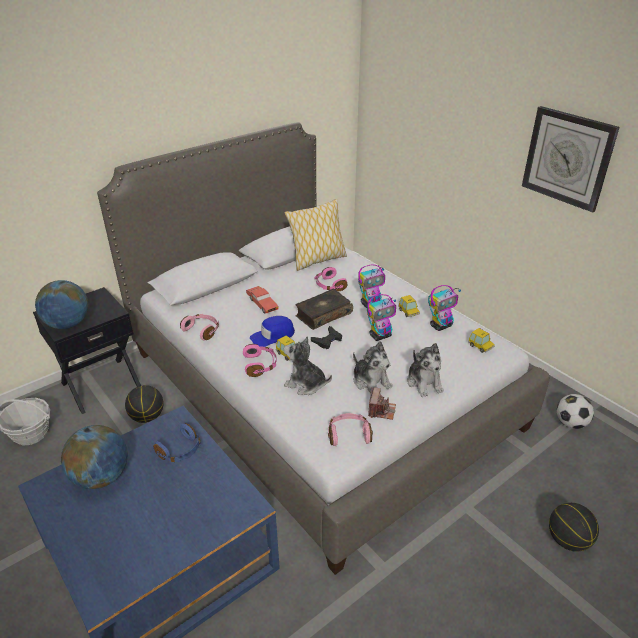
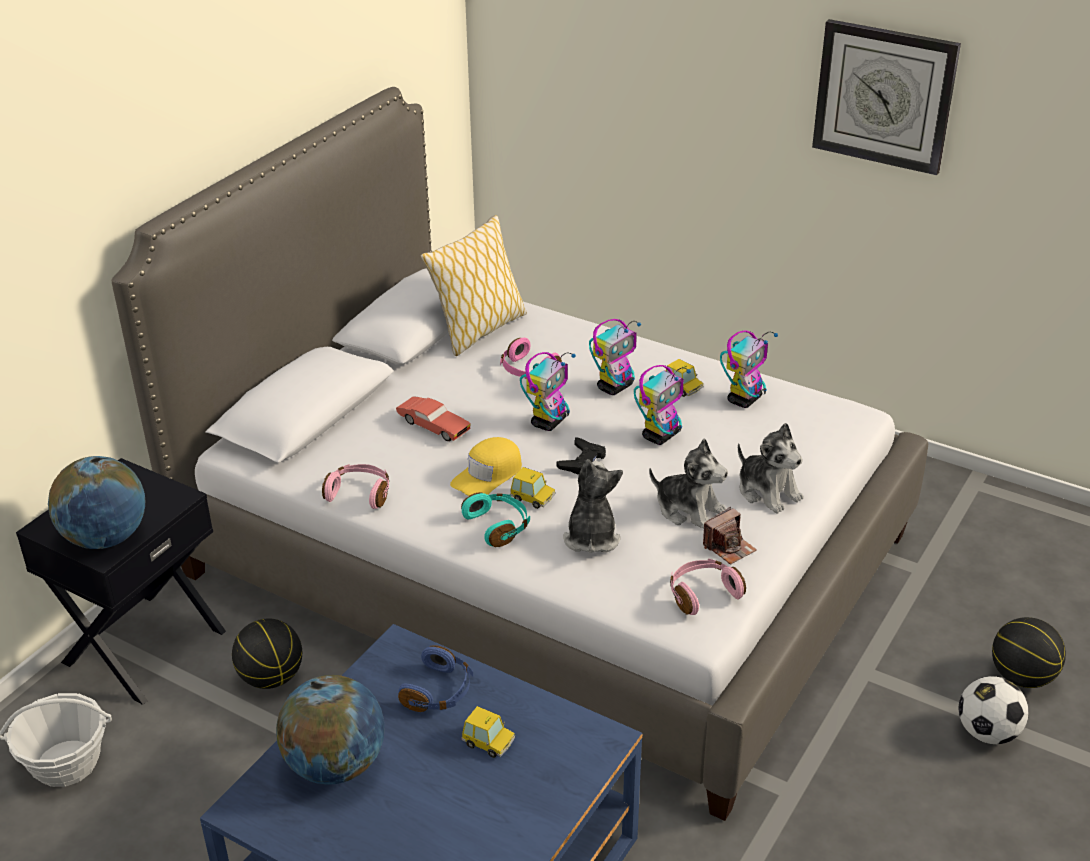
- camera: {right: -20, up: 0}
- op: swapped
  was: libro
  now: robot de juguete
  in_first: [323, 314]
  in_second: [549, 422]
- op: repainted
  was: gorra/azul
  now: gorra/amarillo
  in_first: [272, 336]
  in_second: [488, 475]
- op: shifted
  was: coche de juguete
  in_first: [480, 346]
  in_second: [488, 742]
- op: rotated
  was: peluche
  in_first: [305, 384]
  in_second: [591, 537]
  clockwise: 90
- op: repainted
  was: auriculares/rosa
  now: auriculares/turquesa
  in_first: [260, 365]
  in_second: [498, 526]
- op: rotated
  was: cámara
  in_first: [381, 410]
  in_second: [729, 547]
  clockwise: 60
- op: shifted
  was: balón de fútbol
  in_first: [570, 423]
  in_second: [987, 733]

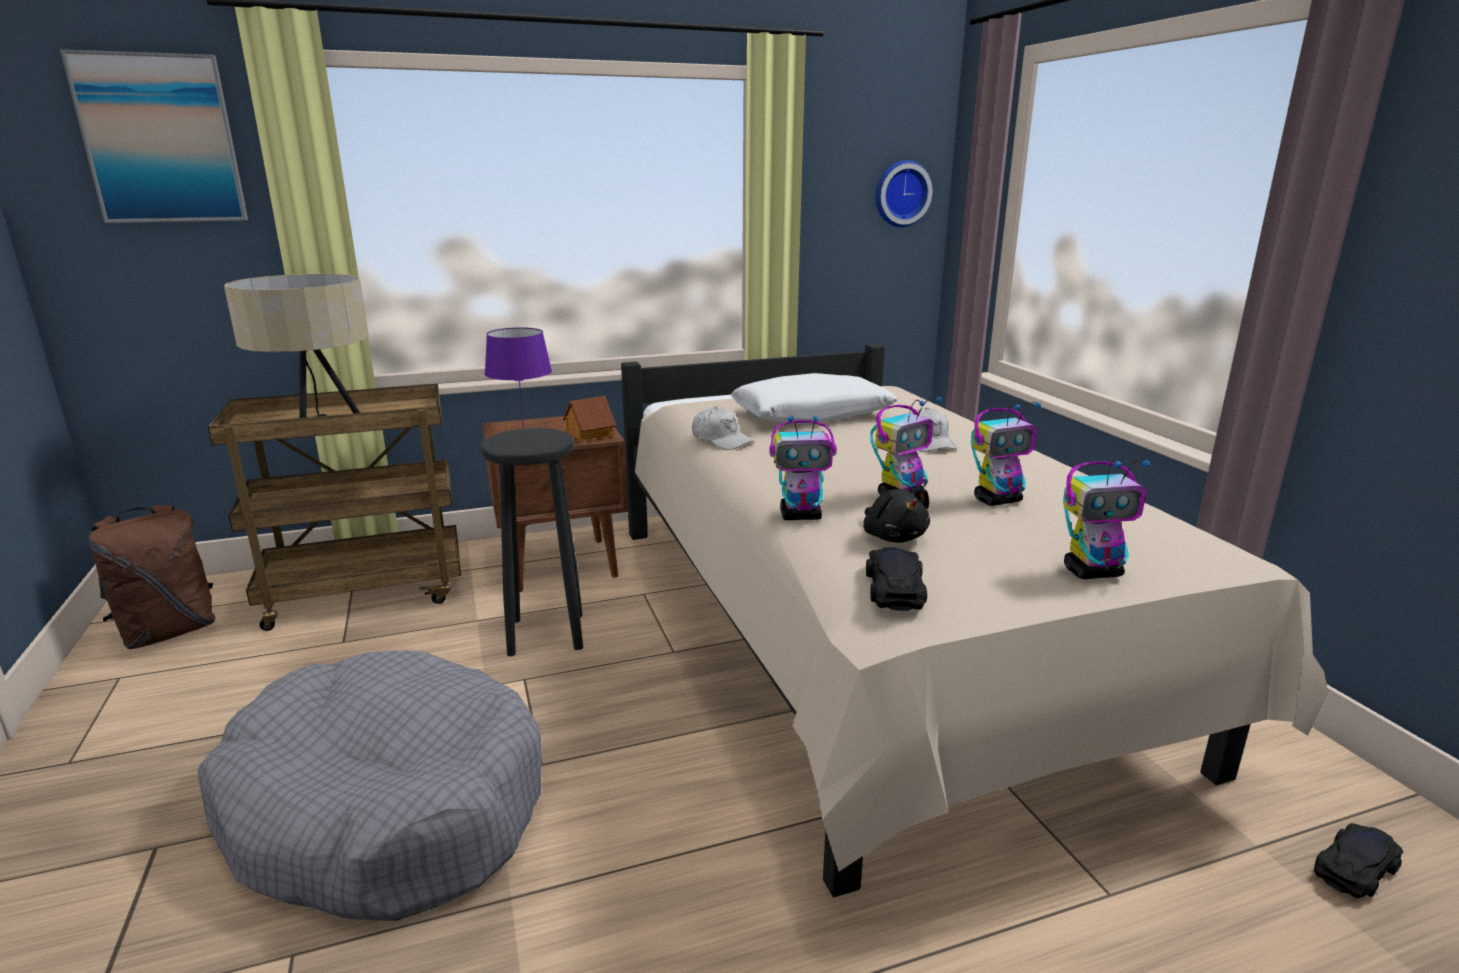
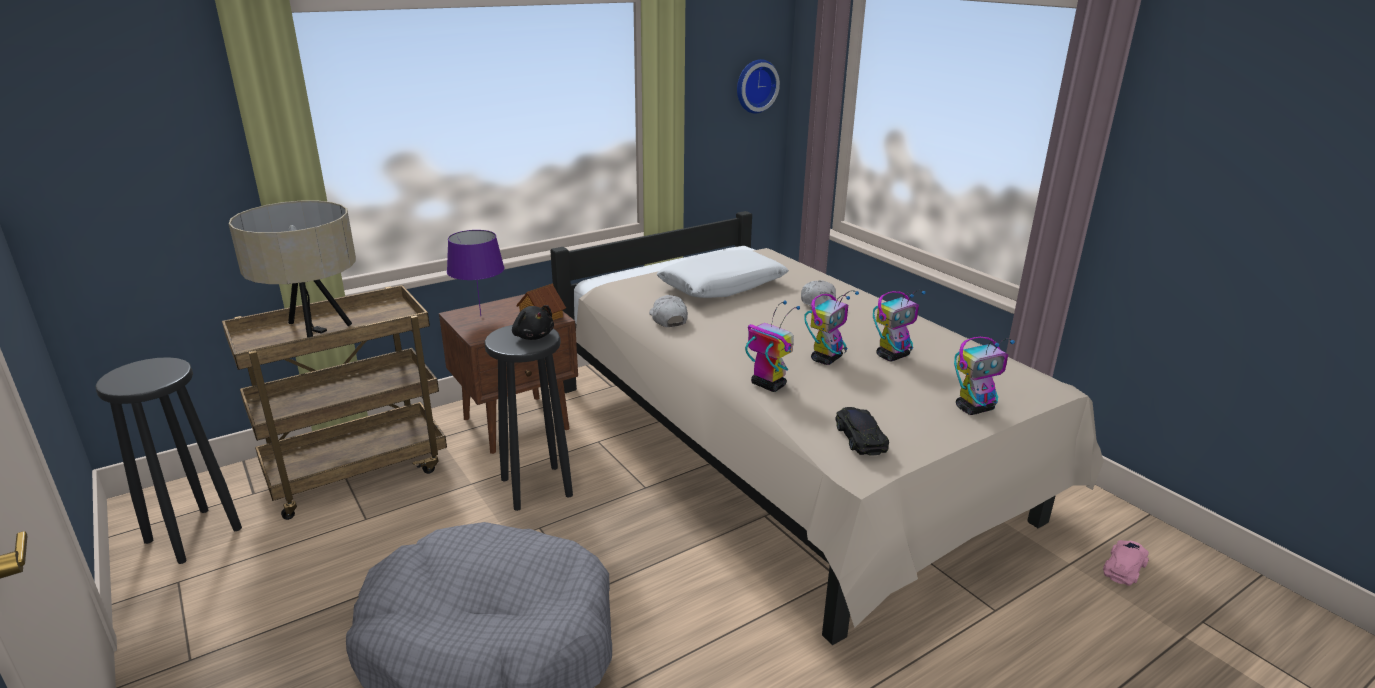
- camera: {right: -15, up: 5}
- op: gone
  was: cuadro
  in_first: [161, 139]
- op: rotated
  was: gorra/blanco
  in_first: [721, 440]
  in_second: [668, 318]
  clockwise: -135
- op: rotated
  was: robot de juguete
  in_first: [801, 516]
  in_second: [767, 385]
  clockwise: -120
- op: shifted
  was: peluche/negro
  in_first: [893, 537]
  in_second: [533, 336]
- op: swapped
  was: mochila/marrón
  now: taburete/negro
  in_first: [169, 632]
  in_second: [195, 534]
- op: repainted
  was: coche de juguete/negro
  now: coche de juguete/rosa
  in_first: [1356, 867]
  in_second: [1124, 566]

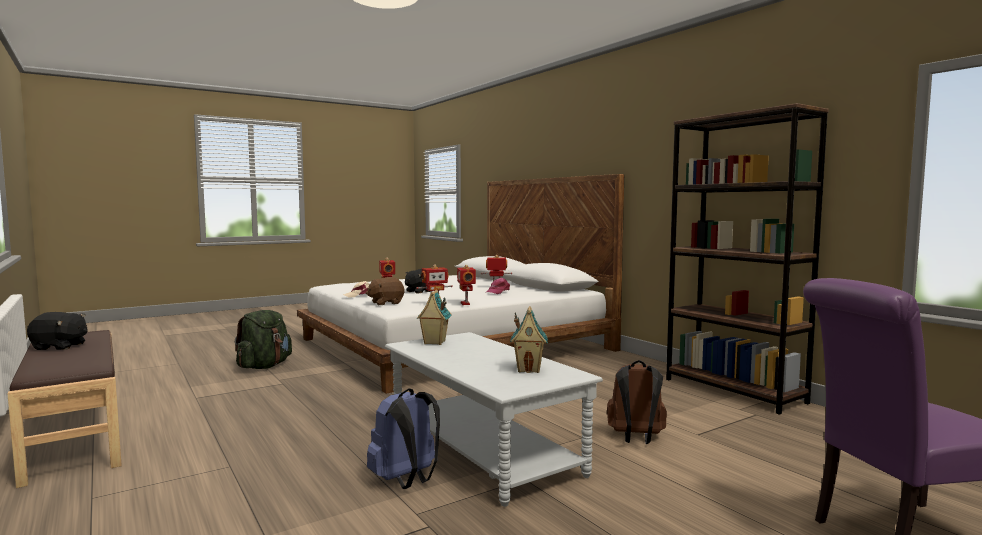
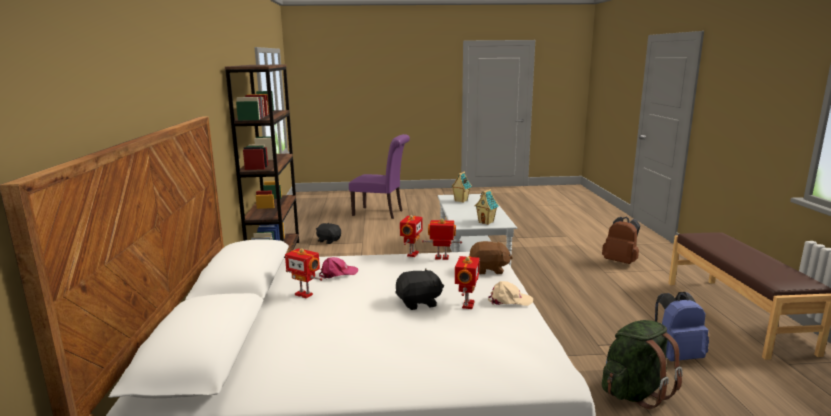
- camera: {right: -150, up: 10}
- op: shifted
  was: peluche/negro
  in_first: [59, 346]
  in_second: [329, 241]
- op: shifted
  was: mochila/marrón
  in_first: [636, 438]
  in_second: [620, 262]
- op: shifted
  was: mochila/azul
  in_first: [406, 480]
  in_second: [675, 356]

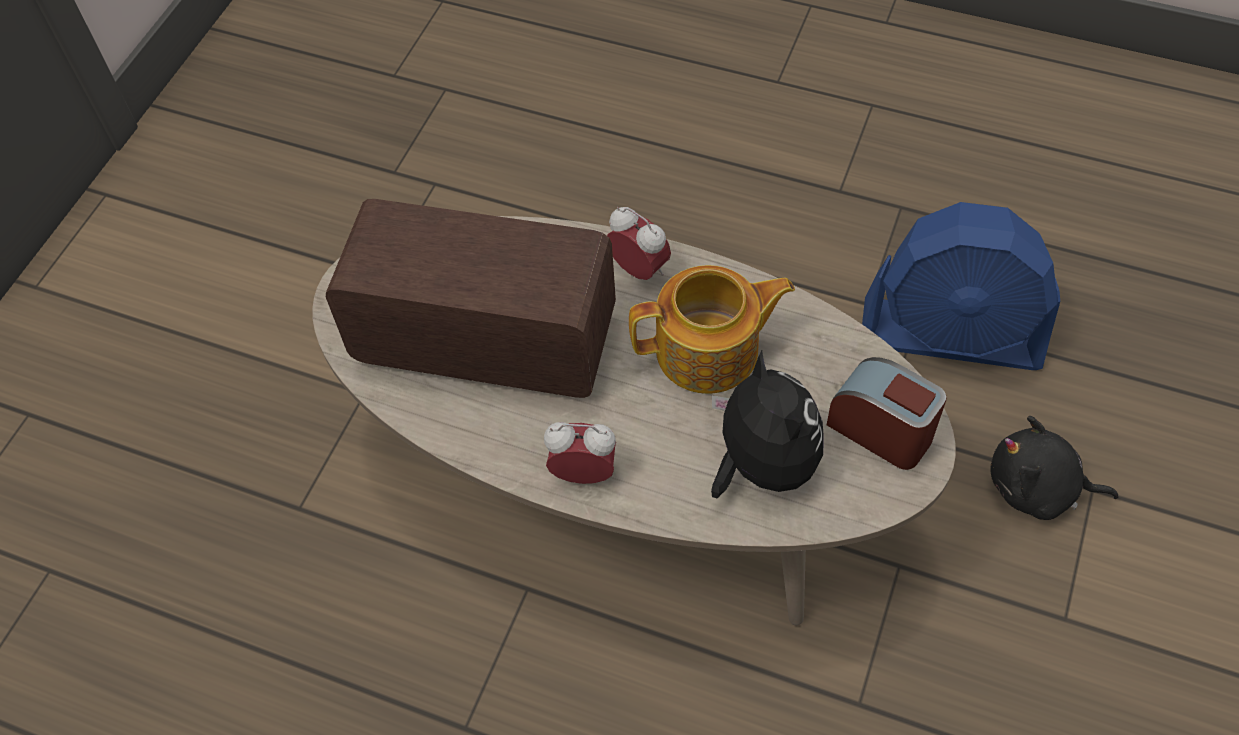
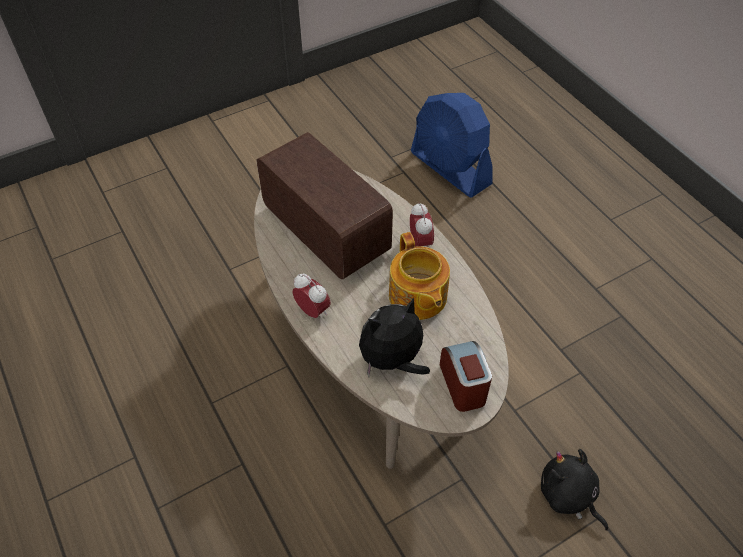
- camera: {right: 35, up: -5}
- op: shifted
  was: ventilador/azul
  in_first: [951, 335]
  in_second: [450, 168]
- op: rotated
  was: tetera
  in_first: [710, 351]
  in_second: [417, 297]
  clockwise: 45
- op: rotated
  was: peluche
  in_first: [761, 464]
  in_second: [392, 361]
  clockwise: -135

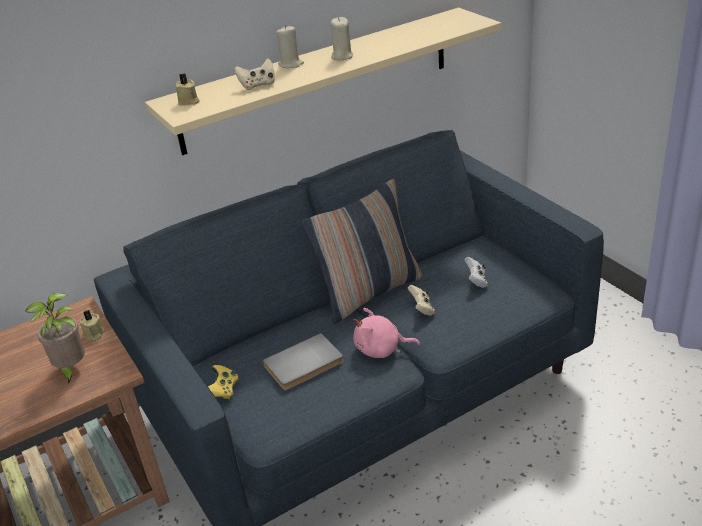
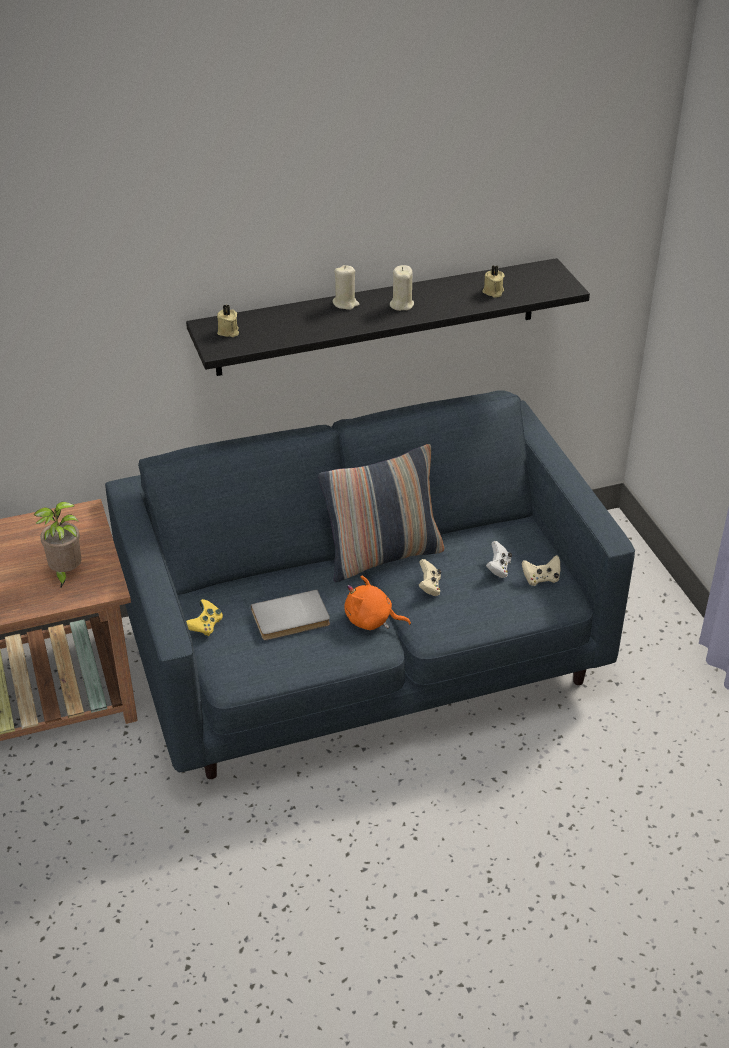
- camera: {right: 10, up: 5}
- op: repainted
  was: estante/beis
  now: estante/negro
  in_first: [318, 79]
  in_second: [378, 317]
- op: shifted
  was: mando de consola/beis
  in_first: [257, 85]
  in_second: [541, 579]
- op: repainted
  was: peluche/rosa
  now: peluche/naranja
  in_first: [381, 349]
  in_second: [372, 620]
- op: shifted
  was: vela/beis
  in_first: [94, 334]
  in_second: [493, 292]

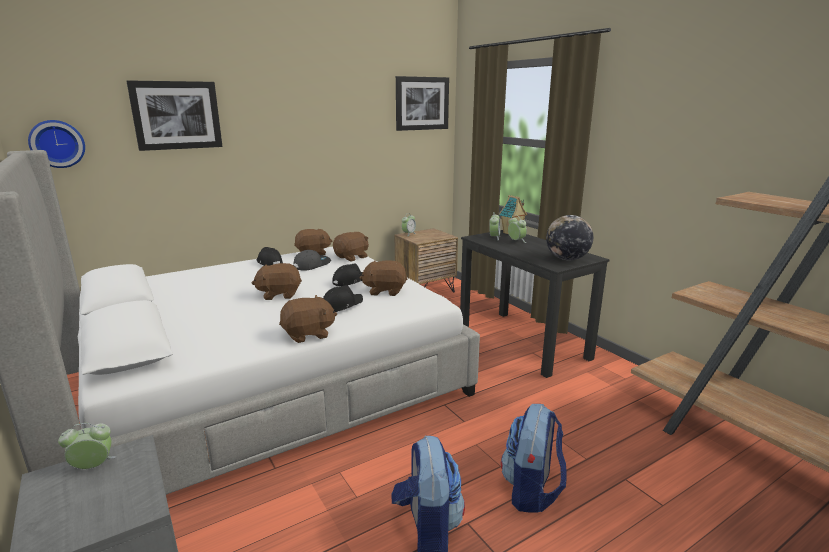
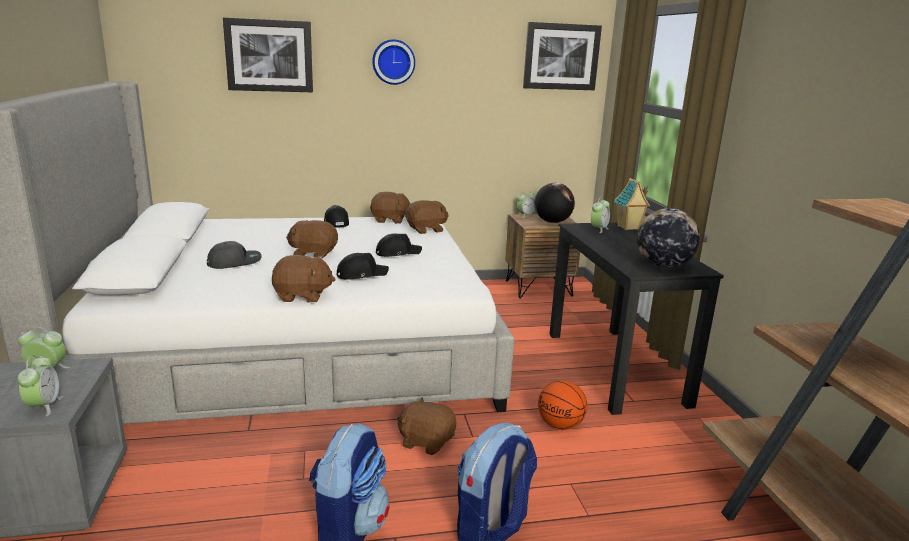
- camera: {right: 20, up: 0}
- op: shifted
  was: reloj de pared
  in_first: [57, 144]
  in_second: [393, 62]
- op: shifted
  was: despertador
  in_first: [516, 241]
  in_second: [44, 406]
- op: shifted
  was: gorra/gris
  in_first: [312, 264]
  in_second: [234, 262]
- op: shifted
  was: peluche/marrón
  in_first: [385, 291]
  in_second: [426, 442]
- op: new
  now: globo terráqueo
  in_second: [552, 222]
- op: new
  now: balón de baloncesto
  in_second: [560, 425]

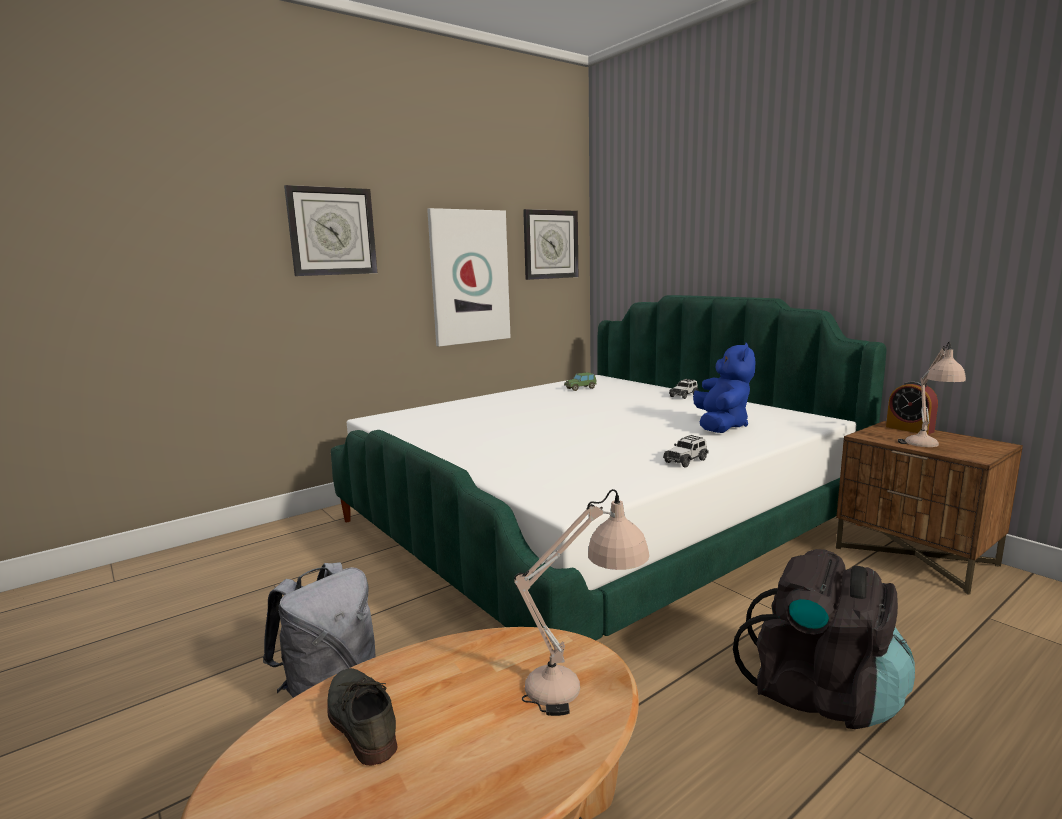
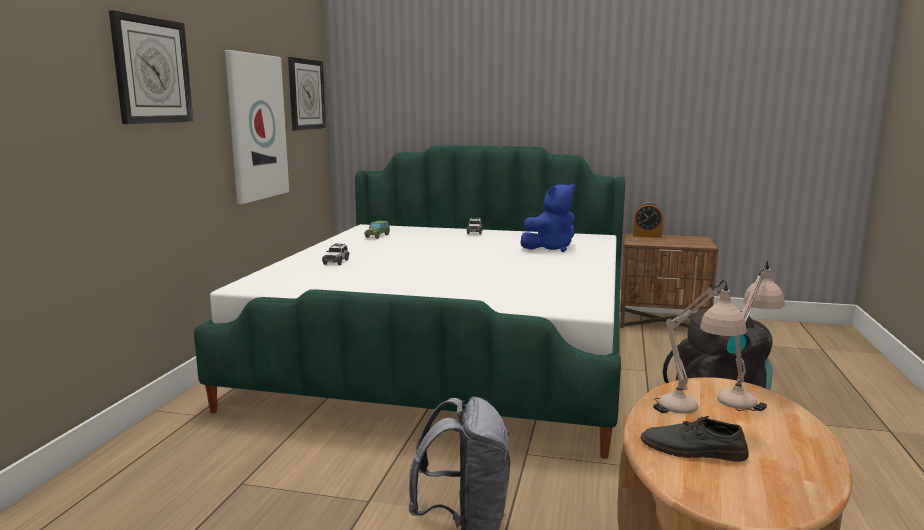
- camera: {right: -40, up: 0}
- op: rotated
  was: peluche/azul
  in_first: [721, 426]
  in_second: [550, 248]
  clockwise: 90
- op: shifted
  was: lámpara de mesa/beis
  in_first: [926, 447]
  in_second: [692, 413]
- op: shifted
  was: coche de juguete
  in_first: [686, 461]
  in_second: [336, 262]

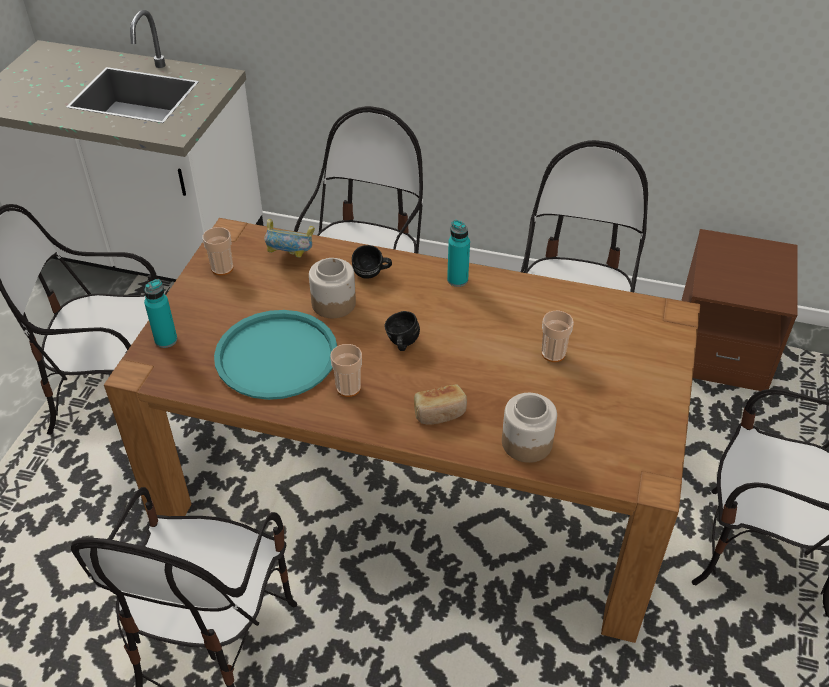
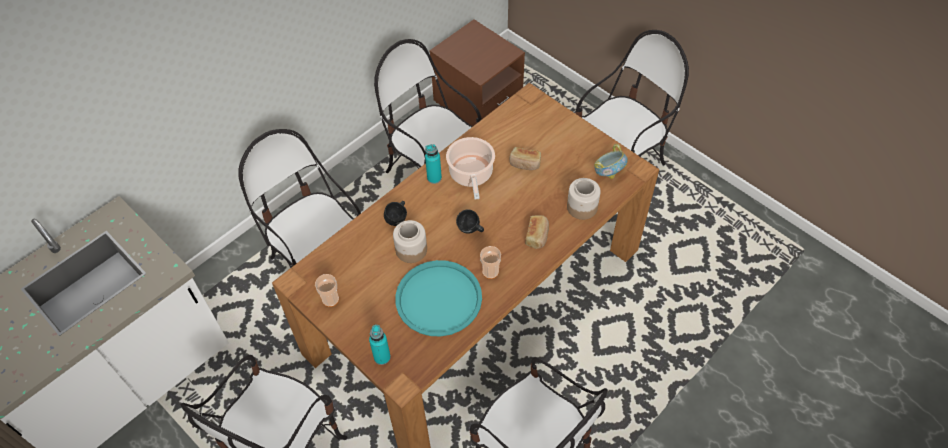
- camera: {right: -60, up: 10}
- op: shifted
  was: cuenco
  in_first: [291, 257]
  in_second: [608, 173]
- op: swapped
  was: taza
  now: pan
  in_first: [553, 353]
  in_second: [525, 163]
- op: new
  now: olla
  in_second: [471, 175]

